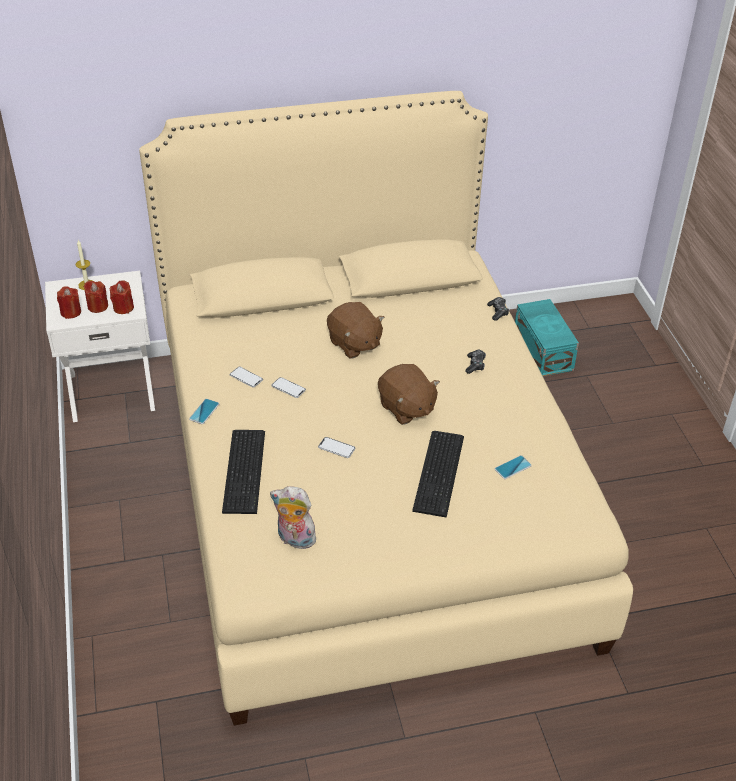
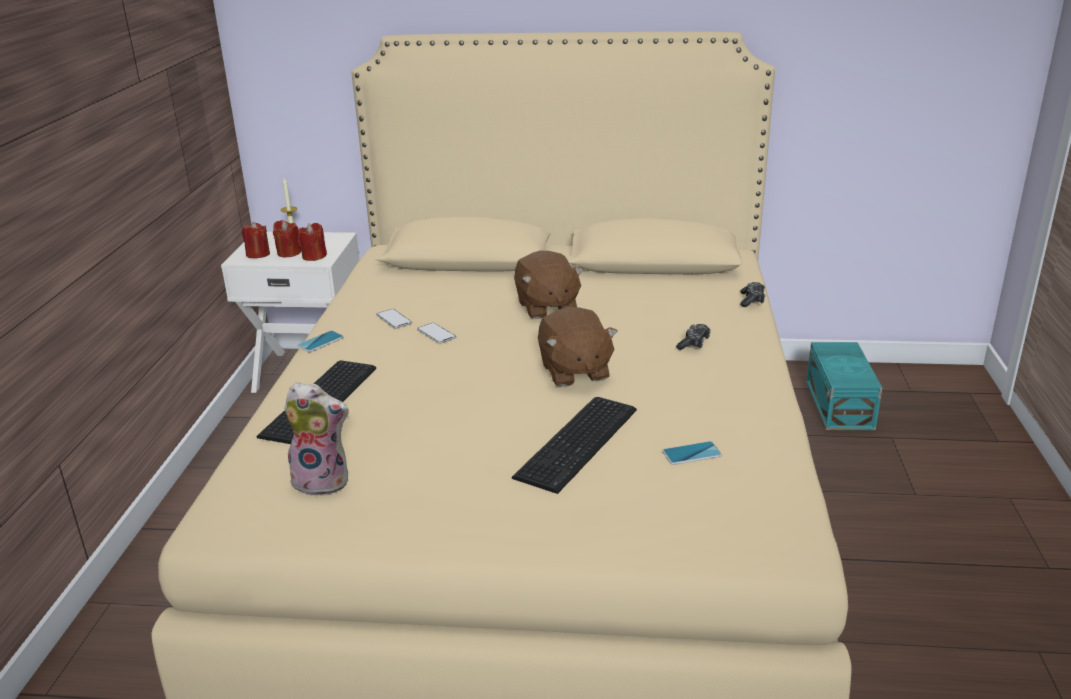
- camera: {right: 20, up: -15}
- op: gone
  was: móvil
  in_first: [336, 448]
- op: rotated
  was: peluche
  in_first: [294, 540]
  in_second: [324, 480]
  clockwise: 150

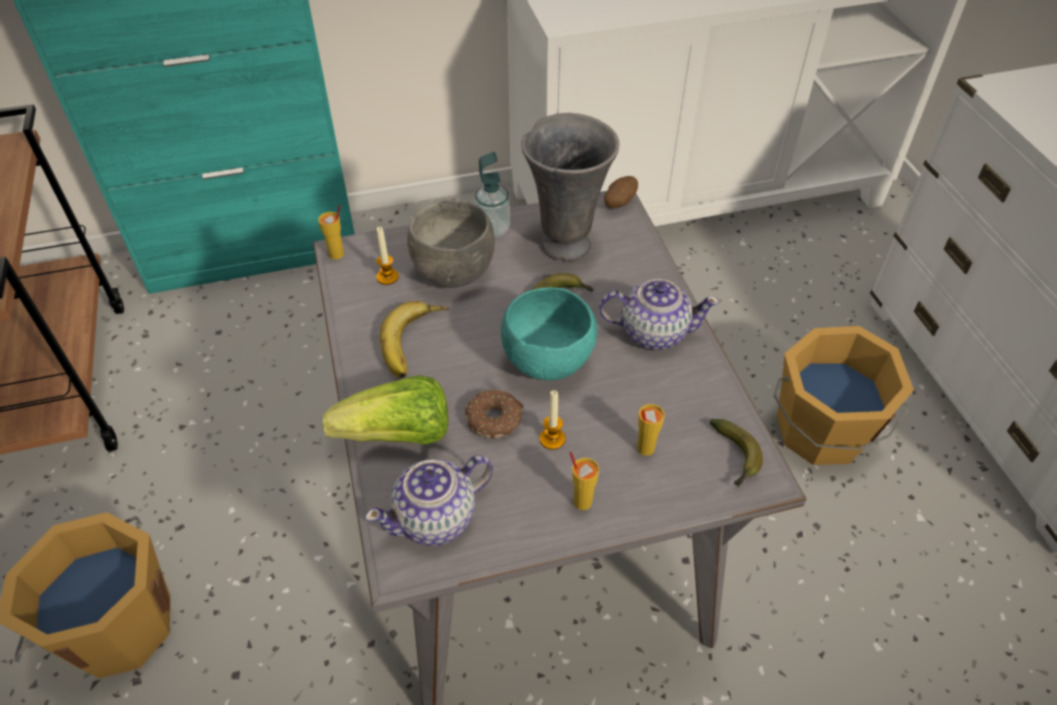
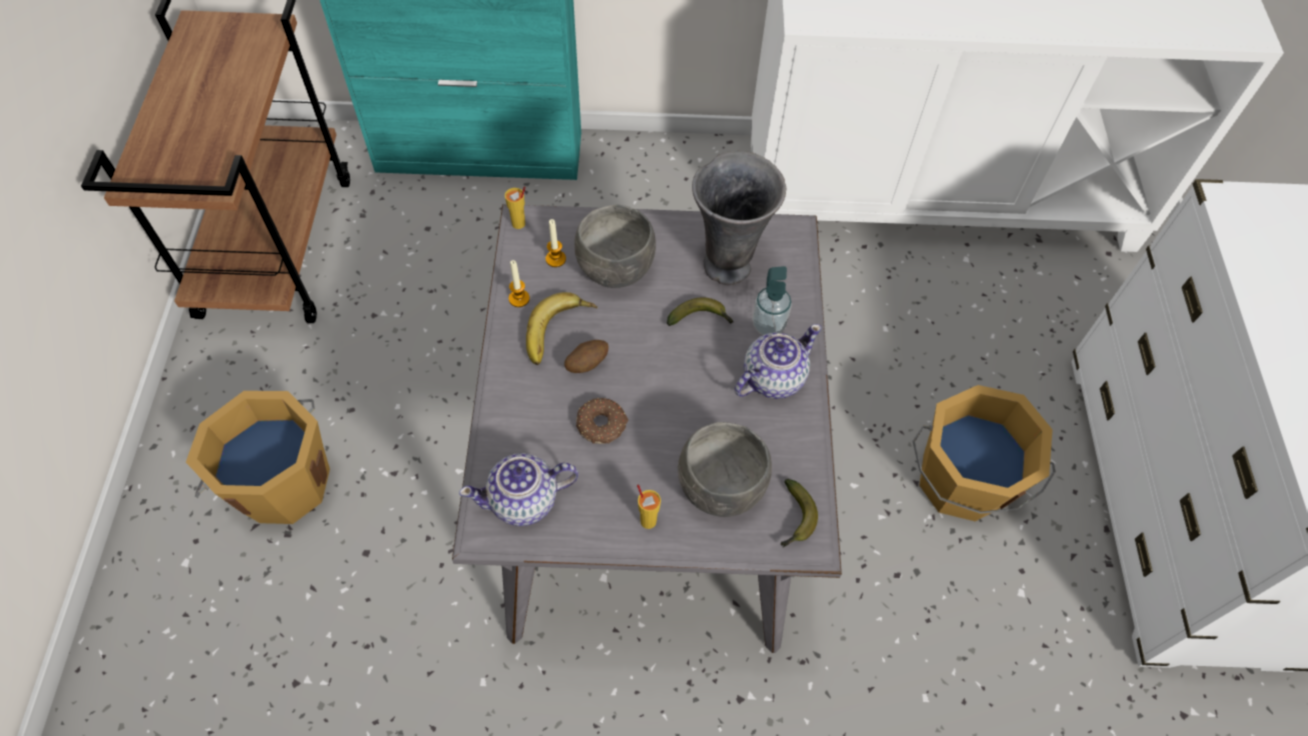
- camera: {right: 15, up: 10}
- op: shifted
  was: dispensador de jabón
  in_first: [493, 229]
  in_second: [768, 325]
- op: shifted
  was: patata
  in_first: [619, 203]
  in_second: [587, 364]
- op: rotated
  was: tetera
  in_first: [653, 332]
  in_second: [772, 378]
  clockwise: -60
- op: gone
  was: cuenco/turquesa
  in_first: [549, 363]
- op: gone
  was: lechuga
  in_first: [398, 436]
- op: shifted
  was: vela
  in_first: [552, 439]
  in_second: [519, 298]
- op: swapped
  was: taza/amarillo
  now: cuenco/gris
  in_first: [645, 448]
  in_second: [719, 488]

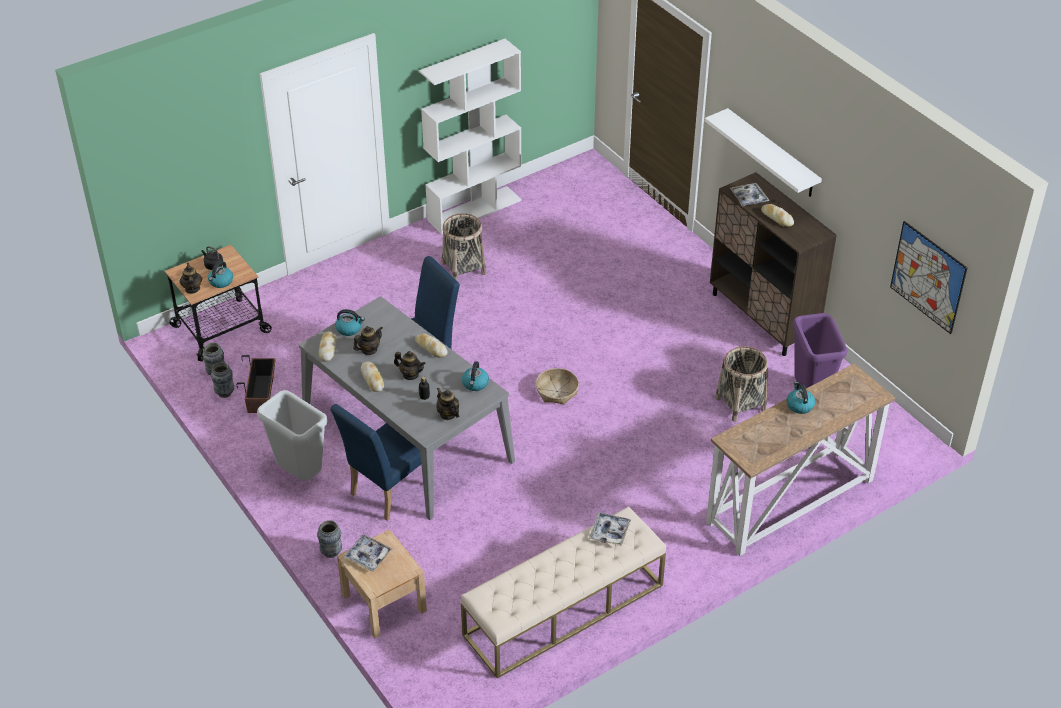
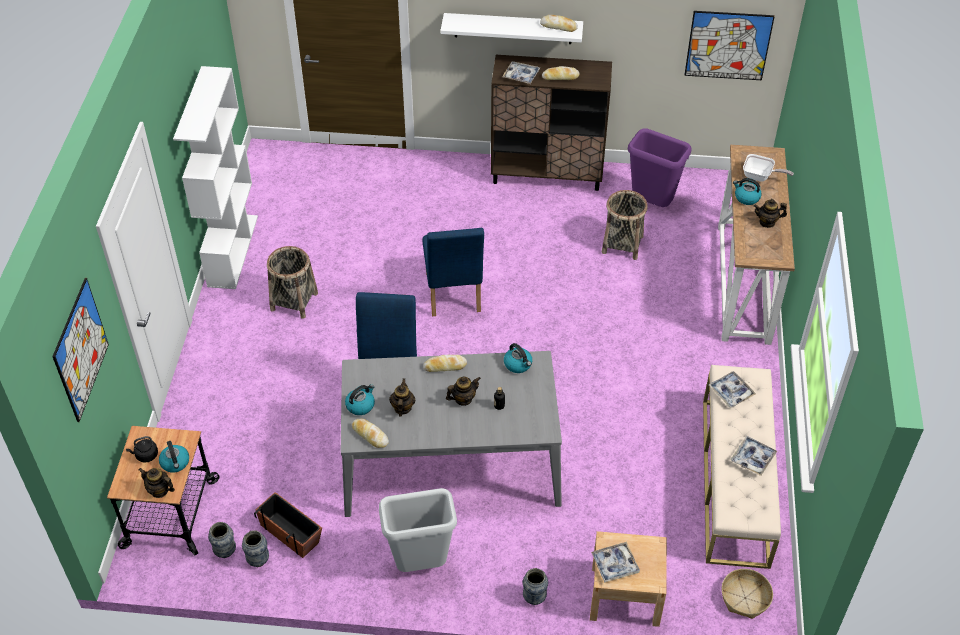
- camera: {right: -50, up: 5}
- op: shifted
  was: pan
  in_first: [372, 379]
  in_second: [558, 26]
- op: shifted
  was: cesta
  in_first: [557, 391]
  in_second: [744, 598]
- op: shifted
  was: tetera
  in_first: [448, 414]
  in_second: [767, 222]
- op: shifted
  was: silla/azul
  in_first: [386, 492]
  in_second: [453, 296]
- op: new
  now: sartén
  in_second: [760, 177]
- op: new
  now: cuadro
  in_second: [81, 350]
- op: new
  now: bandeja
  in_second: [752, 458]

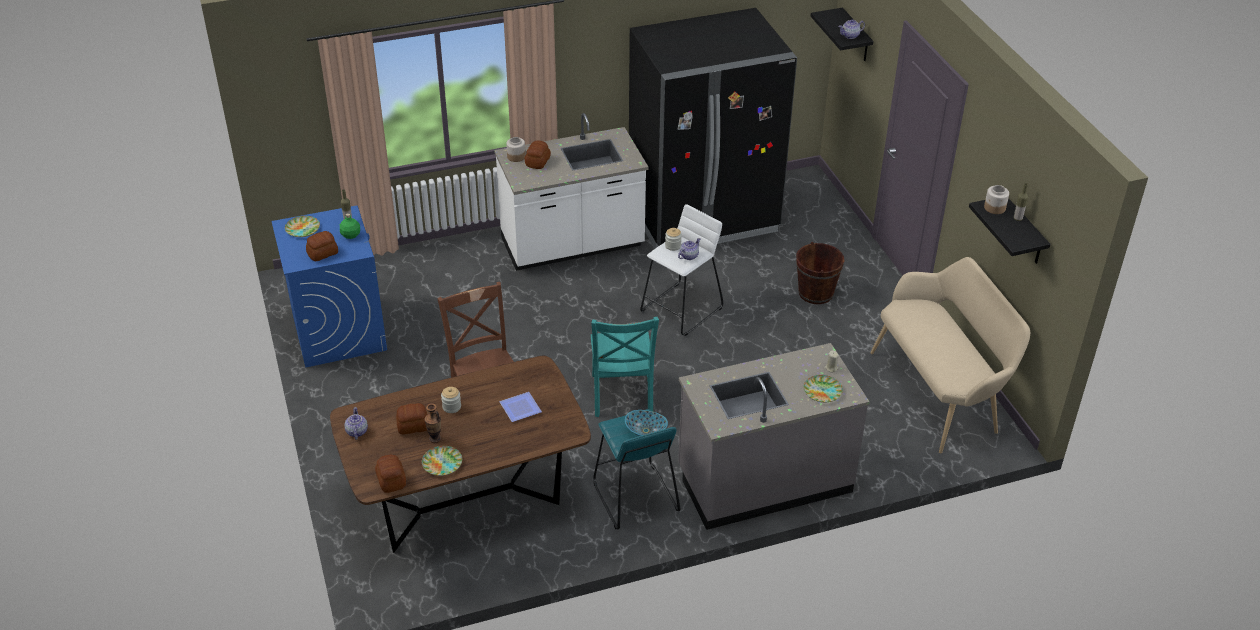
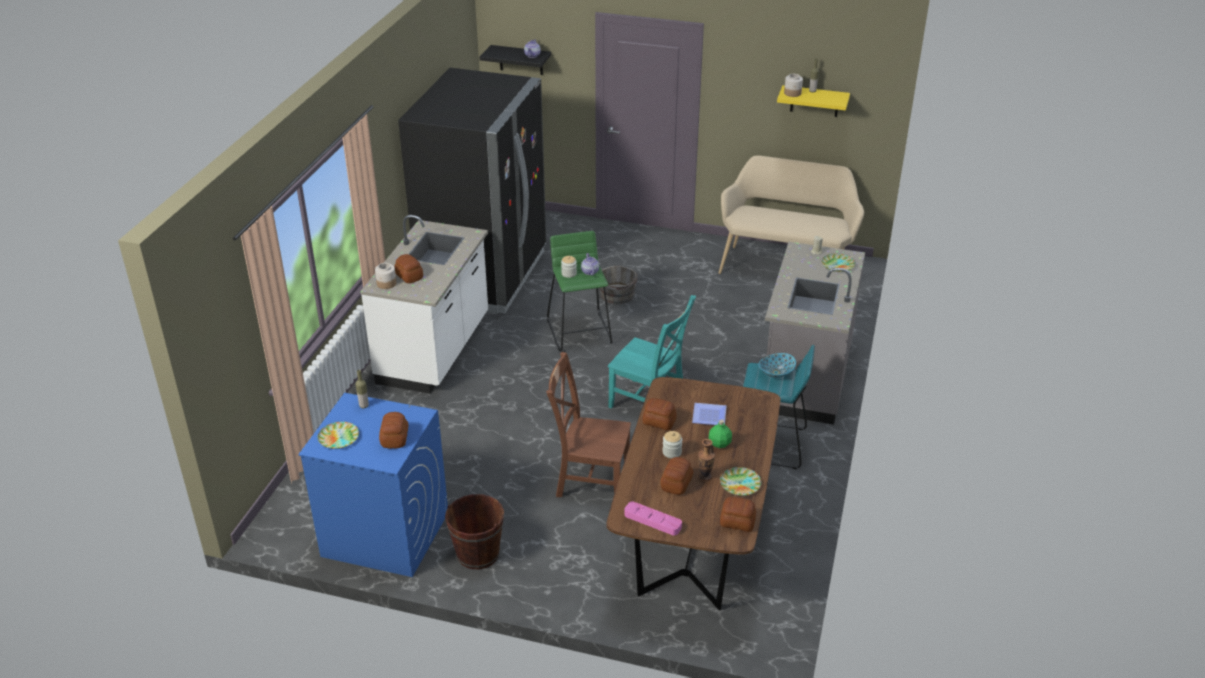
- camera: {right: -55, up: -5}
- op: repainted
  was: estante/negro
  now: estante/amarillo
  in_first: [1024, 232]
  in_second: [814, 101]
- op: repainted
  was: taburete/blanco
  now: taburete/verde
  in_first: [682, 309]
  in_second: [580, 331]
- op: shifted
  was: botella/verde
  in_first: [350, 235]
  in_second: [719, 444]
- op: shifted
  was: cubo/marrón
  in_first: [815, 293]
  in_second: [478, 554]
- op: swapped
  was: tetera
  now: bandeja/rosa
  in_first: [356, 432]
  in_second: [652, 521]
- op: new
  now: cubo/gris
  in_second: [616, 295]
- op: new
  now: pan
  in_second: [659, 422]

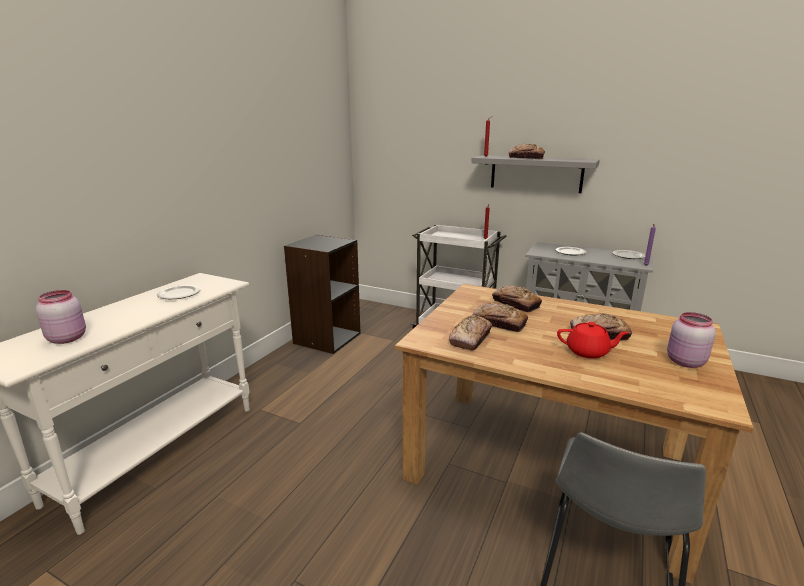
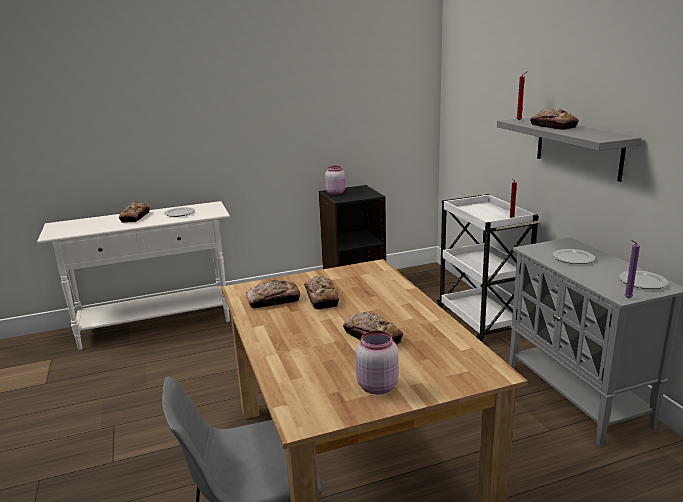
- camera: {right: 45, up: 0}
- op: shifted
  was: pan
  in_first: [515, 304]
  in_second: [135, 217]
- op: shifted
  was: tarro/rosa
  in_first: [67, 338]
  in_second: [336, 193]
- op: gone
  was: tetera/rojo
  in_first: [588, 352]

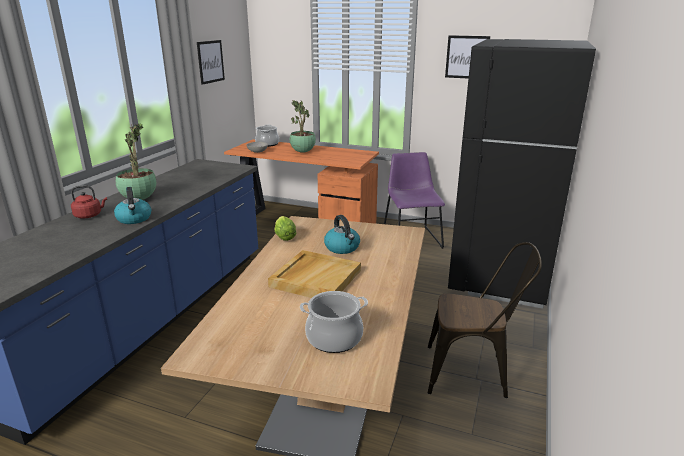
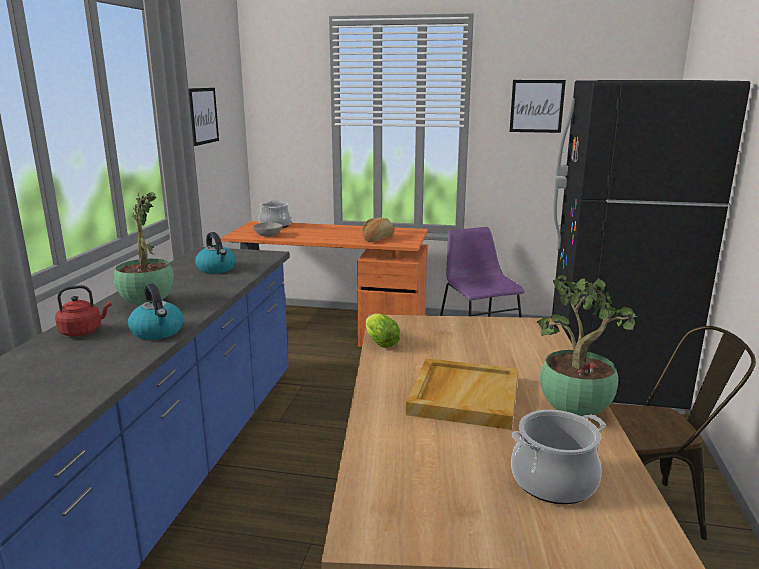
- camera: {right: -10, up: -5}
- op: shifted
  was: planta en maceta
  in_first: [303, 152]
  in_second: [576, 412]
- op: shifted
  was: hervidor
  in_first: [342, 248]
  in_second: [217, 269]
- op: new
  now: pan
  in_second: [378, 239]

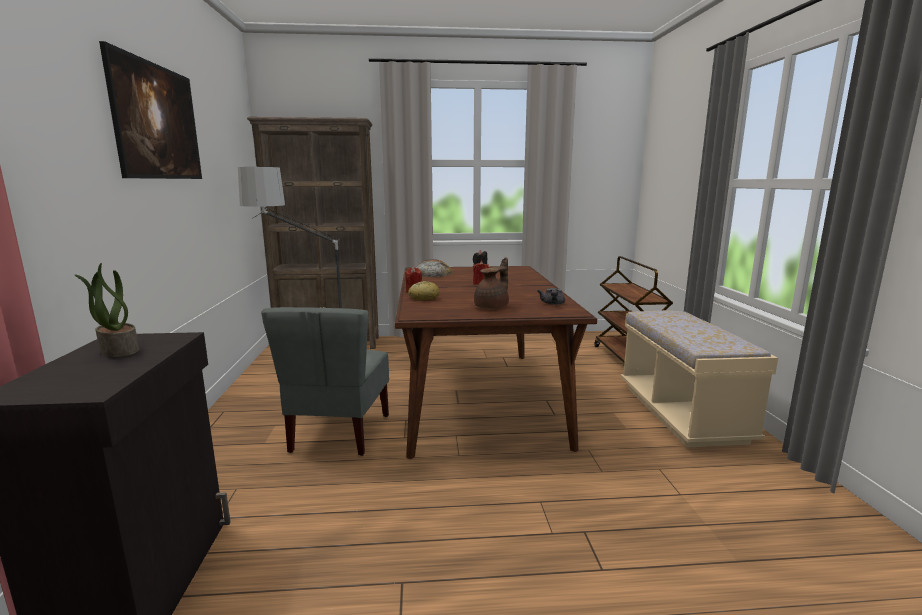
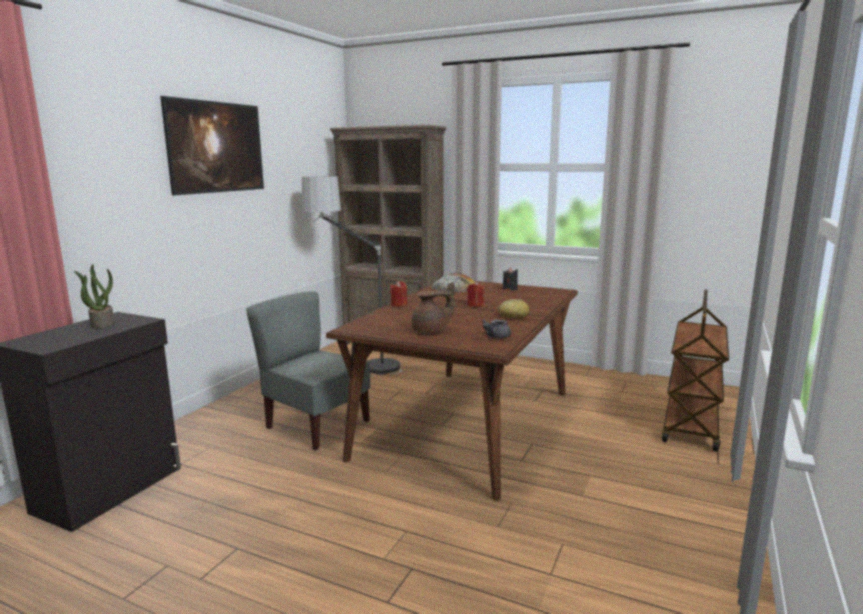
- camera: {right: 30, up: 0}
- op: shifted
  was: pan
  in_first: [423, 298]
  in_second: [513, 316]
- op: rotated
  was: silla/gris
  in_first: [339, 433]
  in_second: [316, 425]
  clockwise: 90
- op: gone
  was: banco/beis
  in_first: [681, 413]

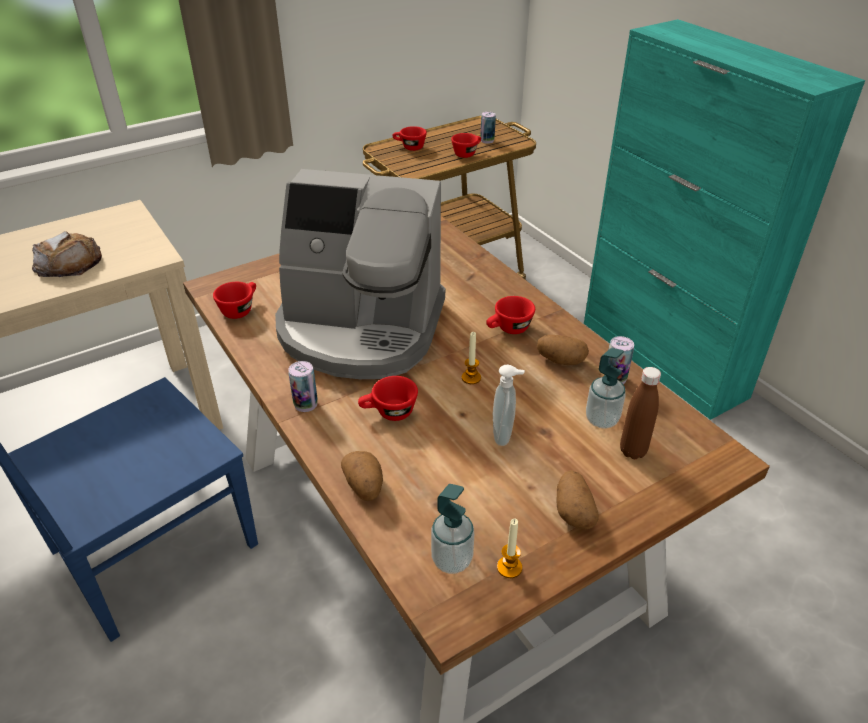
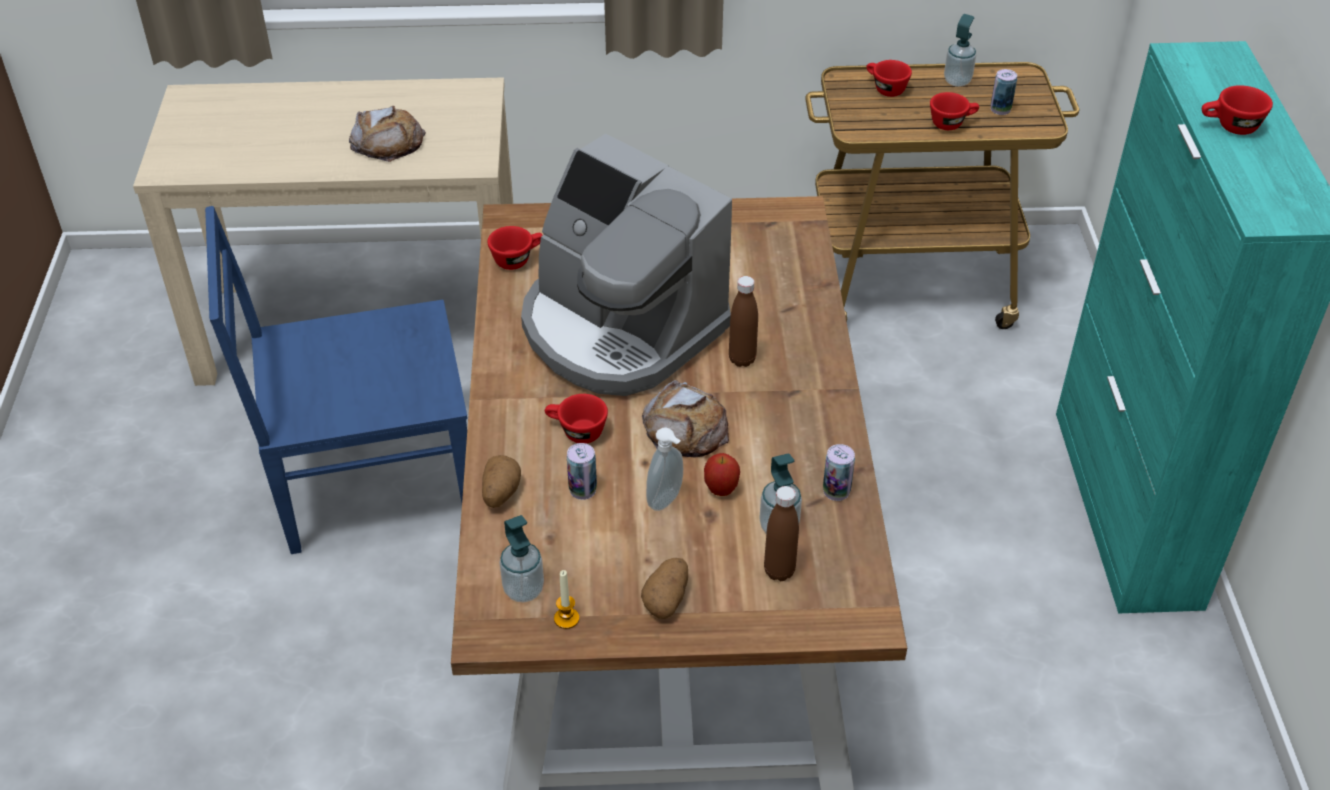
- camera: {right: 30, up: 5}
- op: shifted
  was: taza/rojo
  in_first: [508, 329]
  in_second: [1230, 127]
- op: swapped
  was: vela
  now: pan
  in_first: [471, 378]
  in_second: [686, 428]
- op: gone
  was: patata
  in_first: [560, 360]
- op: shifted
  was: lata
  in_first: [305, 404]
  in_second: [582, 490]
- op: new
  now: dispensador de jabón
  in_second: [957, 81]
- op: new
  now: botella/marrón
  in_second: [742, 359]
- op: new
  now: manzana
  in_second: [721, 490]

